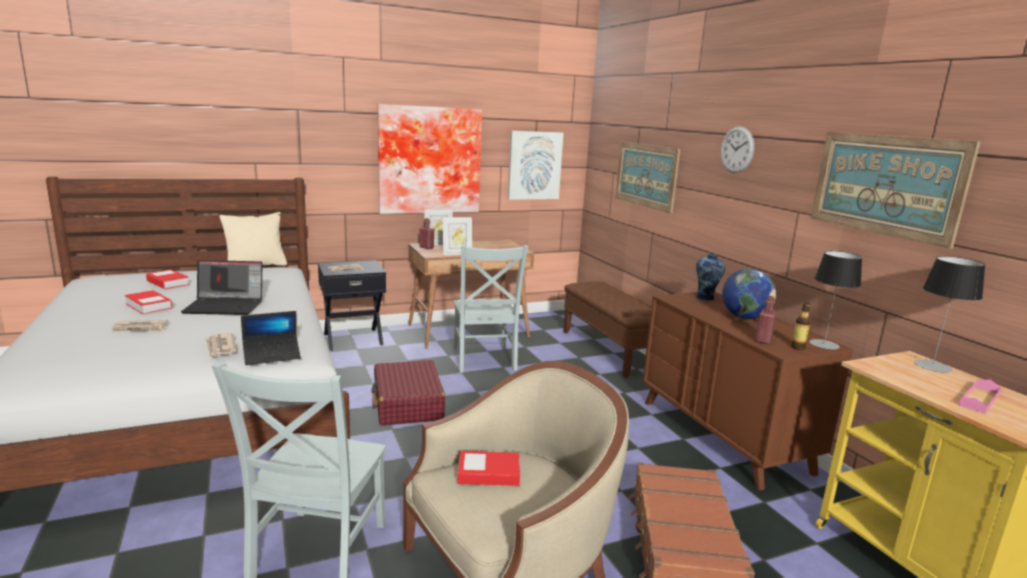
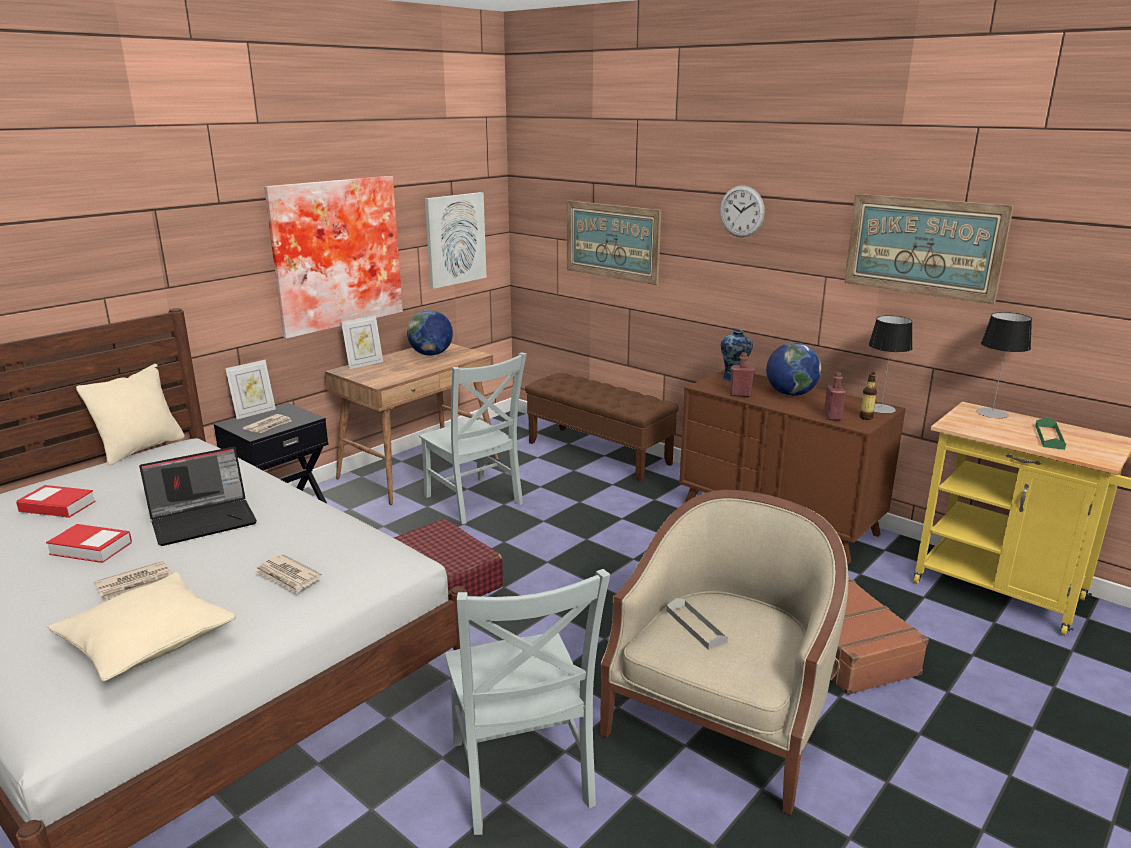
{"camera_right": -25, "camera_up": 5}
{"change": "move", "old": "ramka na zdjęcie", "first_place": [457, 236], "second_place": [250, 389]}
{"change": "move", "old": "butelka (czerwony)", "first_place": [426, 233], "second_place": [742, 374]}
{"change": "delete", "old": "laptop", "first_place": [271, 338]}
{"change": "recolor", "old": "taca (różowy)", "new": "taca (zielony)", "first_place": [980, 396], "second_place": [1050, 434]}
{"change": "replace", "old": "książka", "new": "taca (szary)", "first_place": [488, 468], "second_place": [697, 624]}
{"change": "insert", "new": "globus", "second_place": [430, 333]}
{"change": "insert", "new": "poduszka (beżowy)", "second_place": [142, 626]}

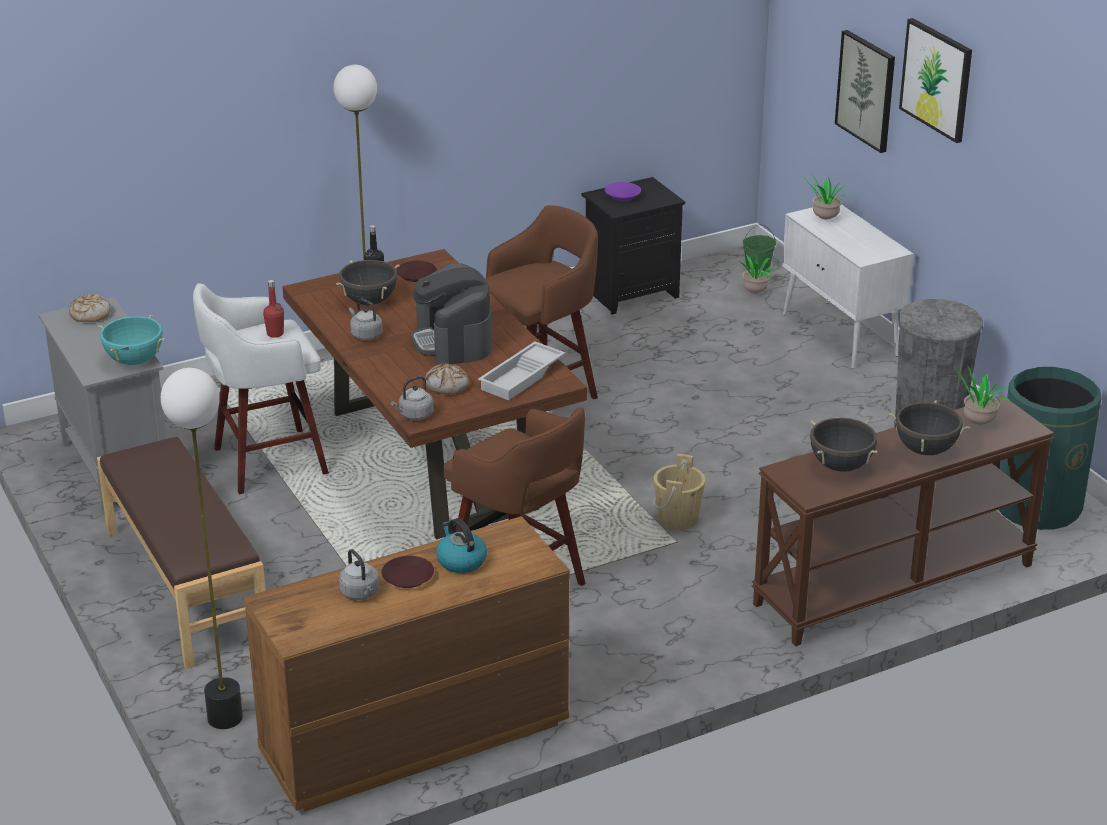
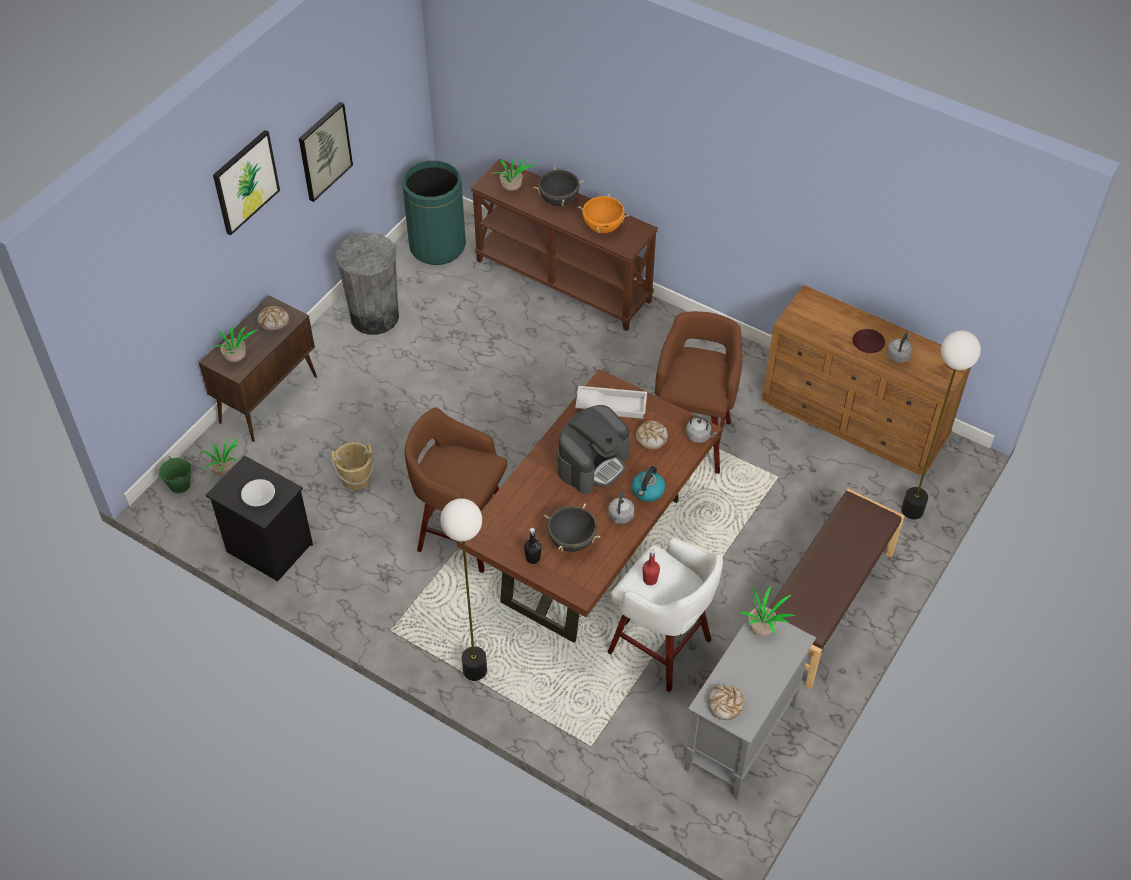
{"camera_right": -120, "camera_up": 20}
{"change": "move", "old": "obraz", "first_place": [865, 91], "second_place": [326, 152]}
{"change": "recolor", "old": "miska (fioletowy)", "new": "miska (biały)", "first_place": [622, 192], "second_place": [258, 492]}
{"change": "recolor", "old": "szafka (biały)", "new": "szafka (brązowy)", "first_place": [848, 286], "second_place": [258, 368]}
{"change": "delete", "old": "talerz (brązowy)", "first_place": [416, 271]}
{"change": "replace", "old": "garnek (turkusowy)", "new": "roślina doniczkowa", "first_place": [131, 340], "second_place": [768, 610]}
{"change": "recolor", "old": "garnek (czarny)", "new": "garnek (pomarańczowy)", "first_place": [844, 444], "second_place": [603, 213]}
{"change": "move", "old": "wiadro (beżowy)", "first_place": [679, 492], "second_place": [352, 466]}
{"change": "move", "old": "czajnik", "first_place": [461, 545], "second_place": [648, 484]}
{"change": "insert", "new": "chleb", "second_place": [273, 318]}

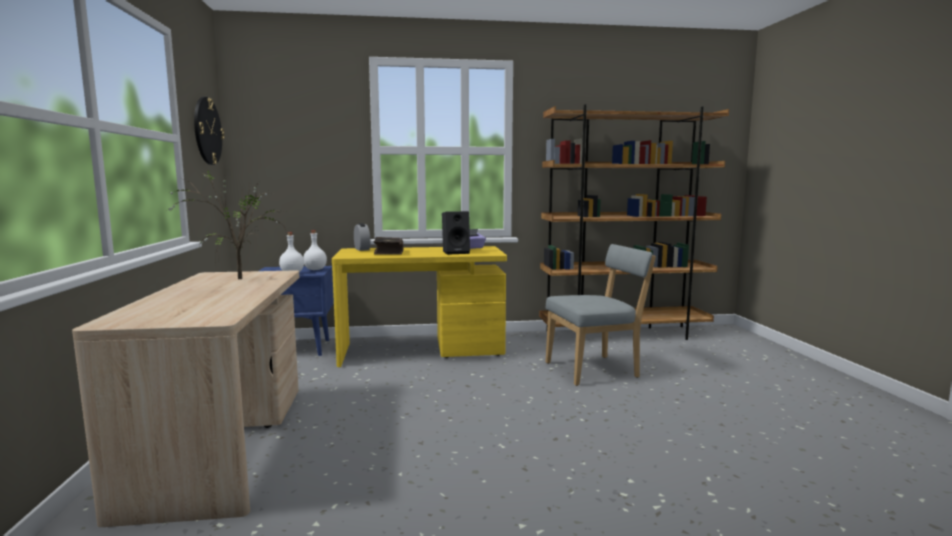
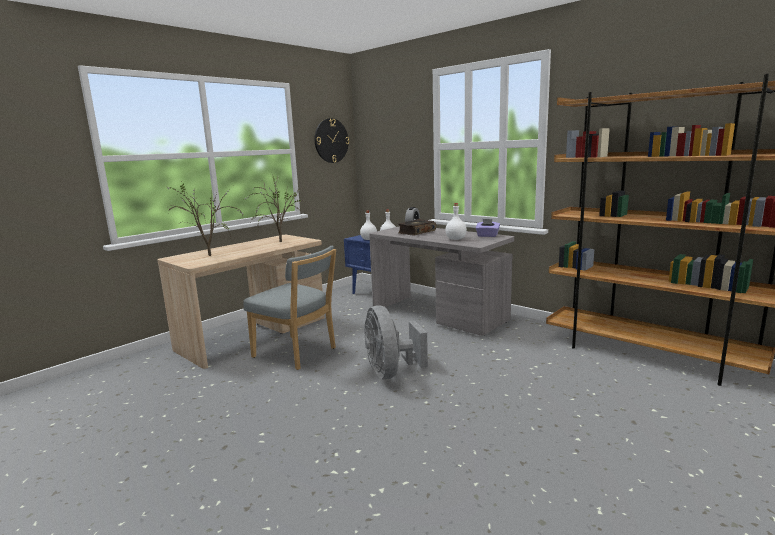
{"camera_right": 50, "camera_up": 5}
{"change": "replace", "old": "głośnik (czarny)", "new": "butelka (biały)", "first_place": [456, 233], "second_place": [456, 221]}
{"change": "move", "old": "krzesło (szary)", "first_place": [601, 315], "second_place": [289, 308]}
{"change": "recolor", "old": "biurko (żółty)", "new": "biurko (szary)", "first_place": [419, 306], "second_place": [441, 281]}
{"change": "insert", "new": "roślina doniczkowa", "second_place": [204, 218]}
{"change": "insert", "new": "wentylator (szary)", "second_place": [396, 342]}

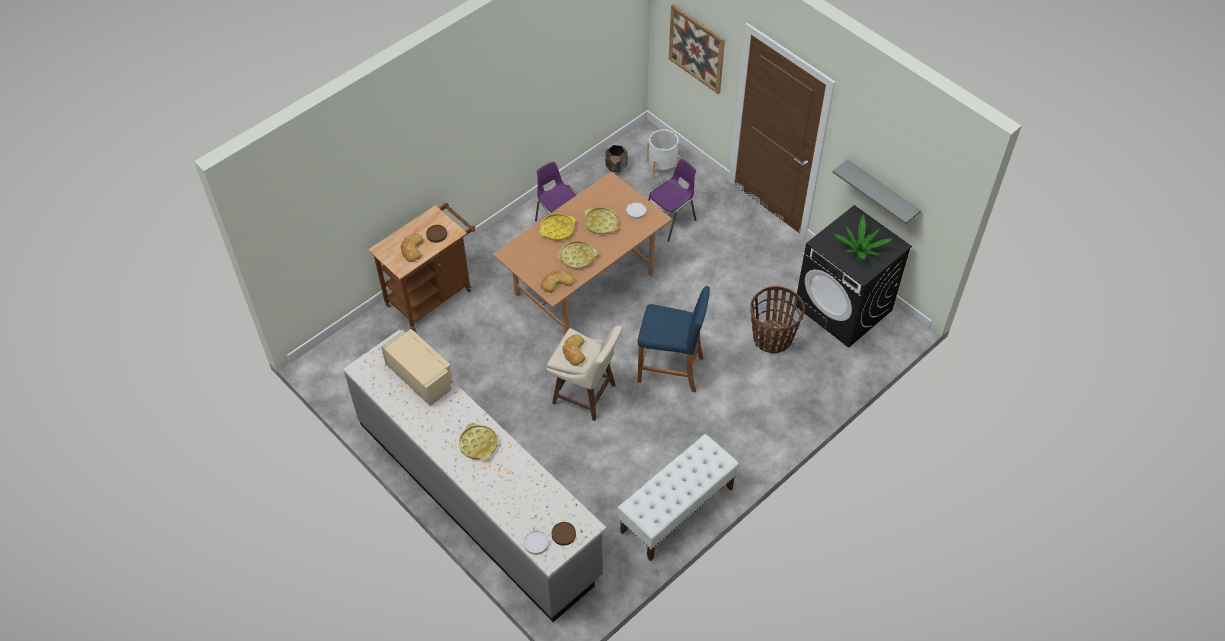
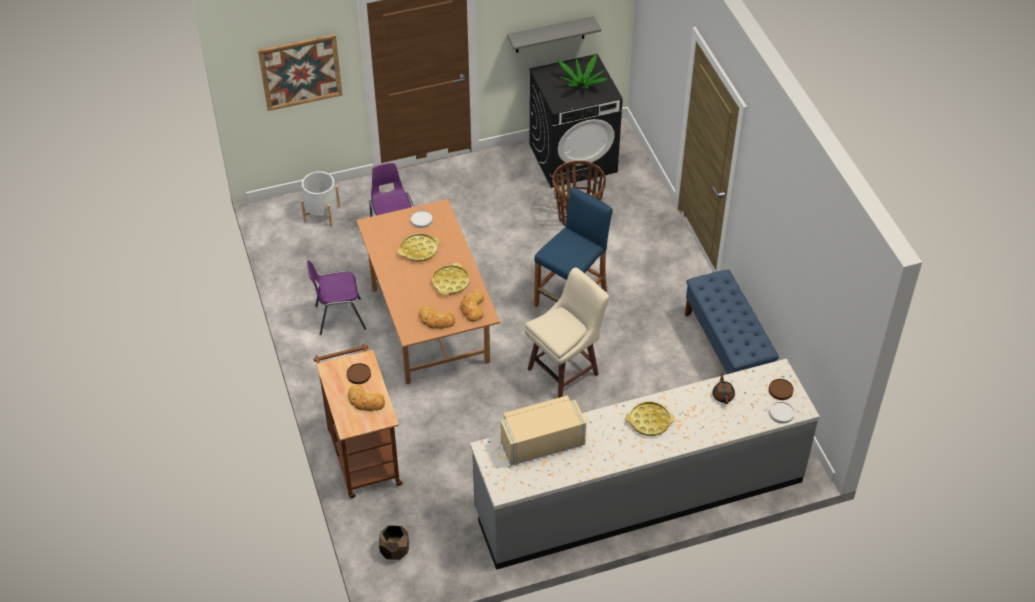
{"camera_right": -65, "camera_up": -5}
{"change": "move", "old": "donica (brązowy)", "first_place": [616, 159], "second_place": [394, 542]}
{"change": "delete", "old": "taca (żółty)", "first_place": [557, 227]}
{"change": "move", "old": "chleb", "first_place": [574, 350], "second_place": [437, 317]}
{"change": "recolor", "old": "ławka (biały)", "new": "ławka (niebieski)", "first_place": [678, 497], "second_place": [732, 321]}
{"change": "insert", "new": "imbryk (brązowy)", "second_place": [724, 388]}

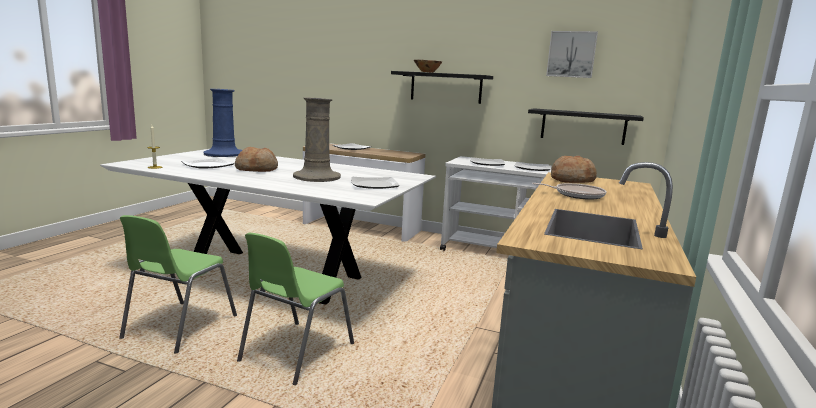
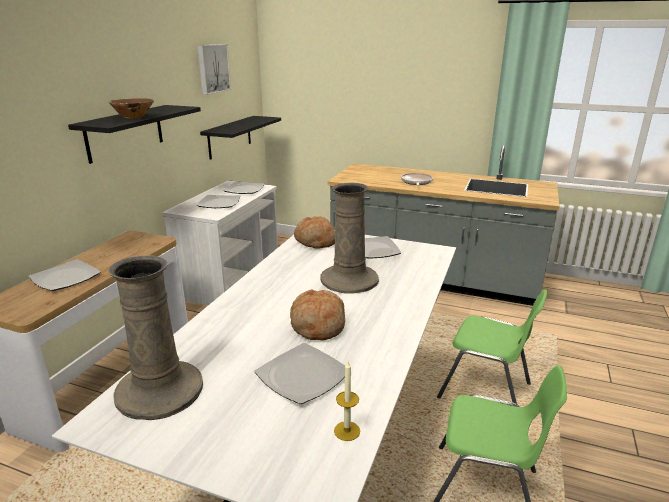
{"camera_right": -90, "camera_up": 10}
{"change": "recolor", "old": "wazon (niebieski)", "new": "wazon (beżowy)", "first_place": [222, 123], "second_place": [155, 337]}
{"change": "move", "old": "chleb", "first_place": [574, 169], "second_place": [314, 232]}

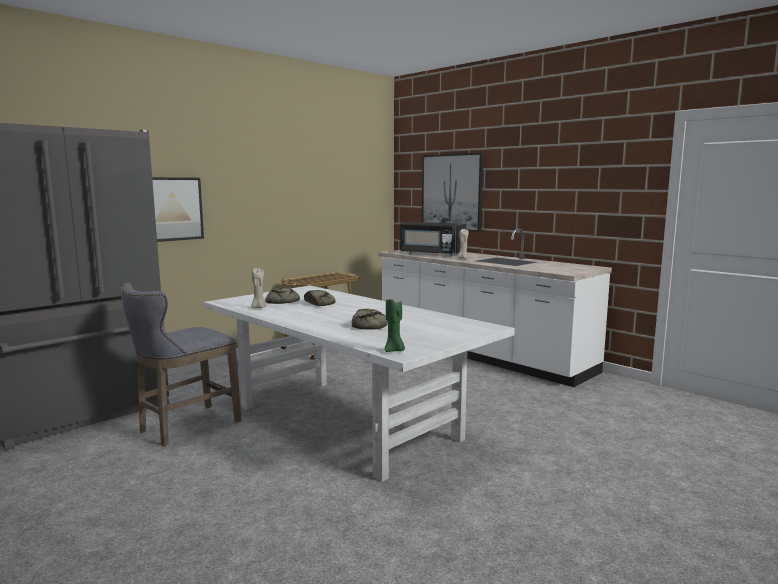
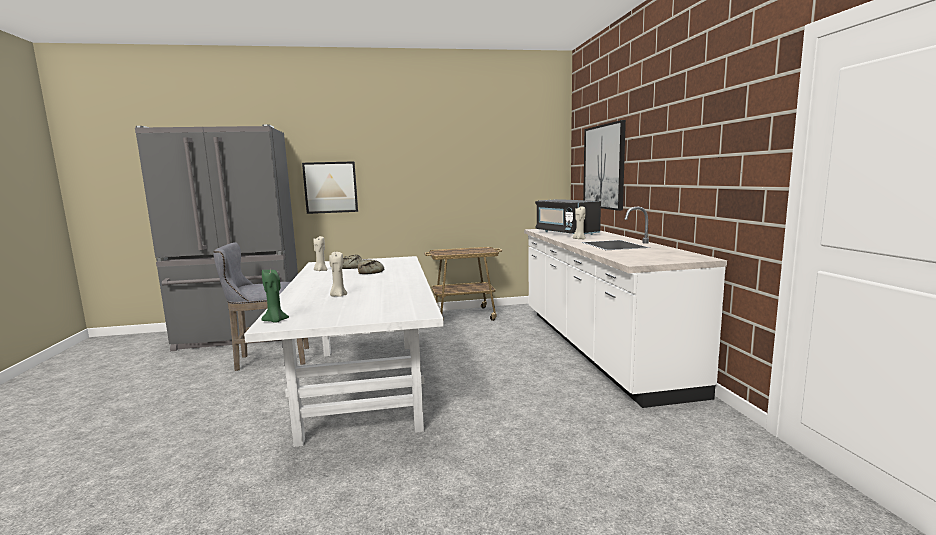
{"camera_right": 35, "camera_up": 0}
{"change": "replace", "old": "chleb", "new": "świeca (beżowy)", "first_place": [370, 319], "second_place": [338, 274]}

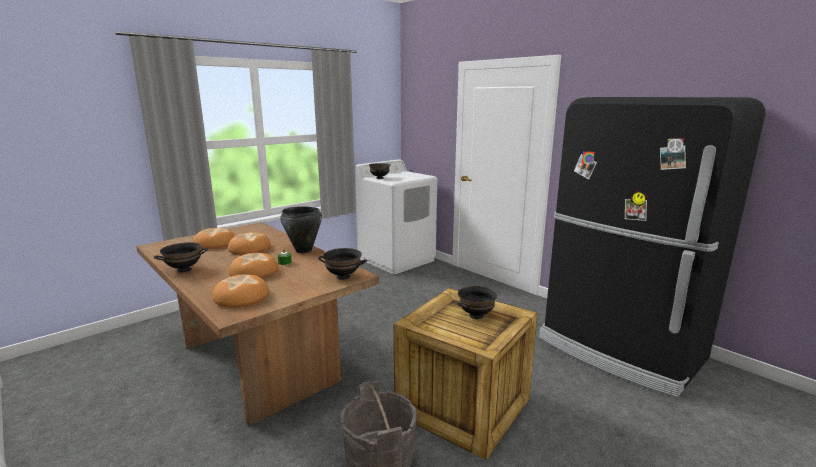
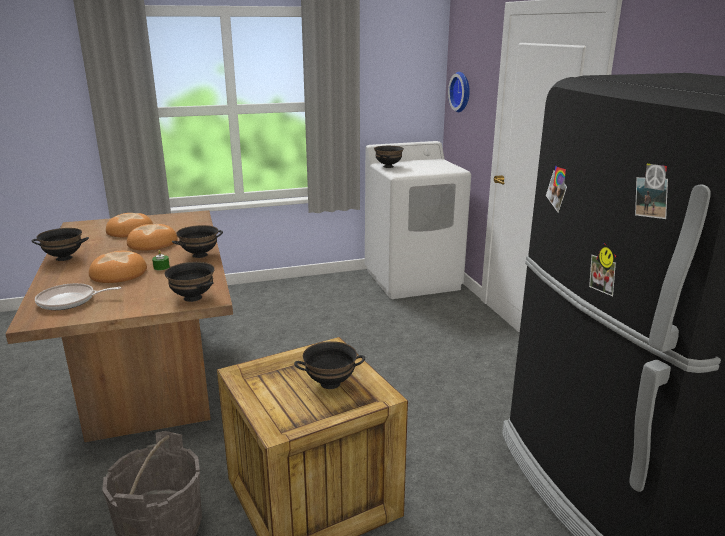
{"camera_right": 25, "camera_up": 5}
{"change": "replace", "old": "garnek (czarny)", "new": "miska (czarny)", "first_place": [301, 229], "second_place": [197, 241]}
{"change": "replace", "old": "chleb", "new": "patelnia", "first_place": [241, 291], "second_place": [78, 296]}
{"change": "insert", "new": "zegar ścienny", "second_place": [459, 92]}

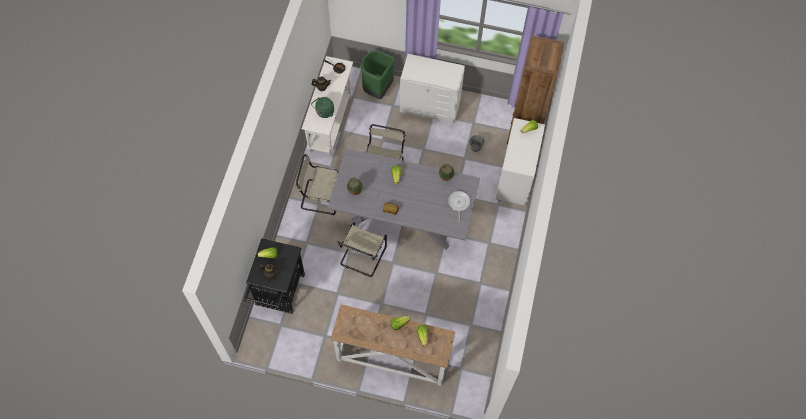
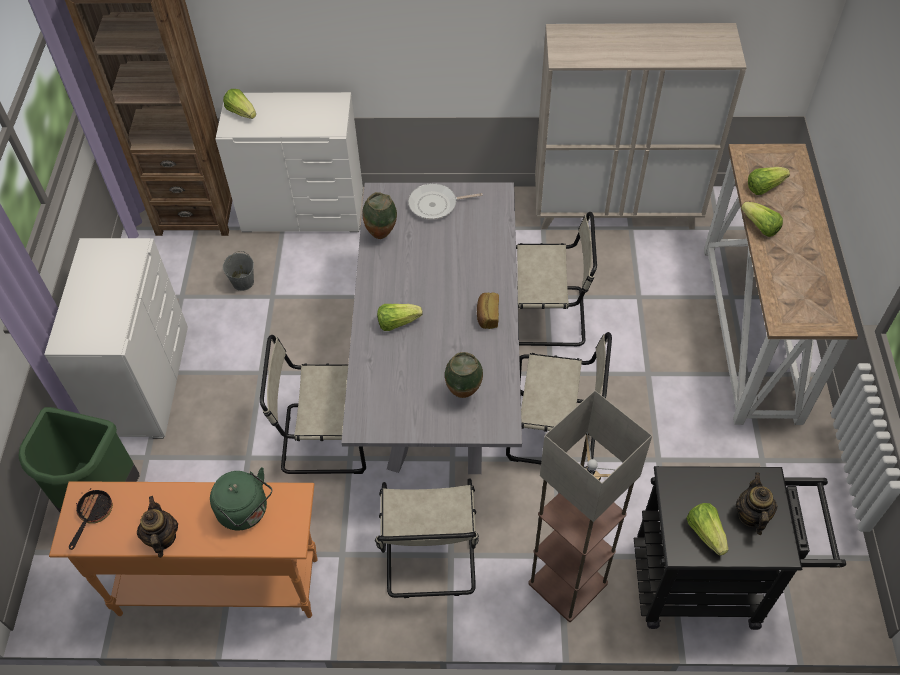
{"camera_right": -100, "camera_up": -10}
{"change": "recolor", "old": "stolik konsolowy (biały)", "new": "stolik konsolowy (pomarańczowy)", "first_place": [327, 107], "second_place": [183, 549]}
{"change": "insert", "new": "szafka (beżowy)", "second_place": [641, 126]}
{"change": "insert", "new": "krzesło (beżowy)", "second_place": [556, 279]}
{"change": "insert", "new": "lampa stojąca", "second_place": [590, 506]}

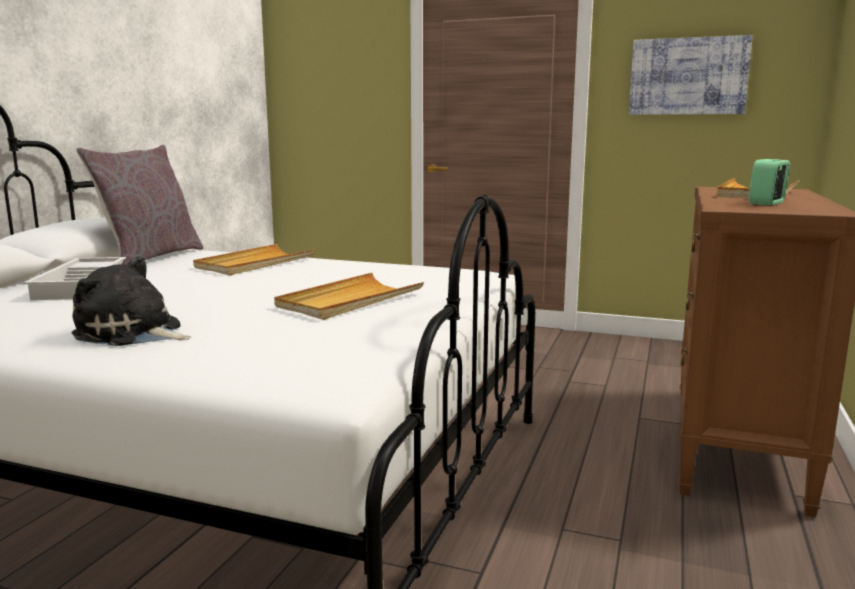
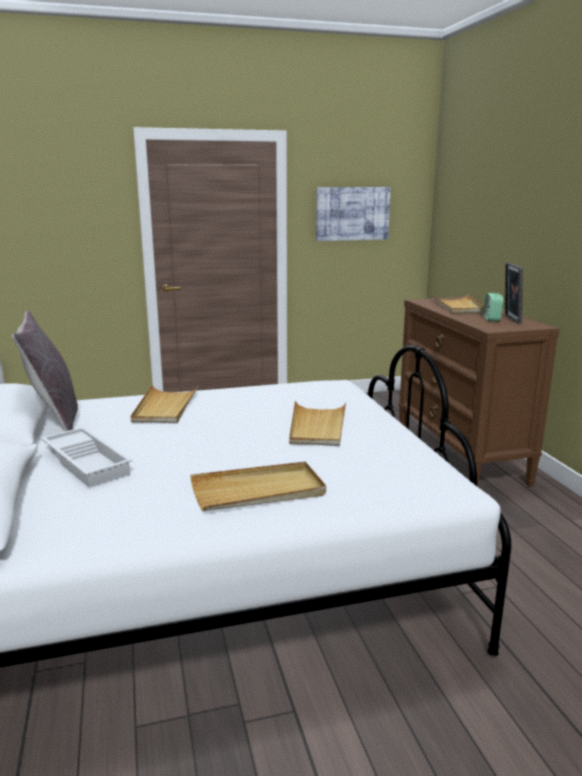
{"camera_right": -35, "camera_up": 5}
{"change": "replace", "old": "pluszak", "new": "taca (beżowy)", "first_place": [131, 301], "second_place": [258, 486]}
{"change": "insert", "new": "ramka na zdjęcie", "second_place": [514, 293]}

